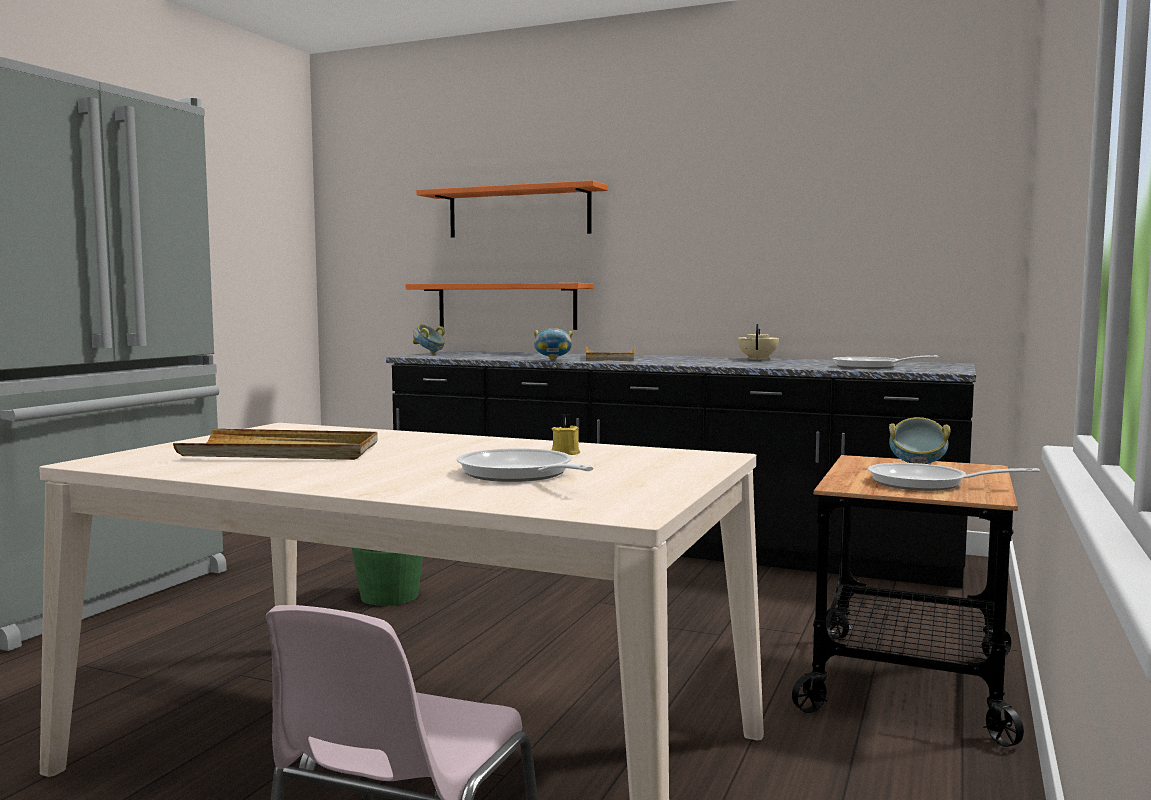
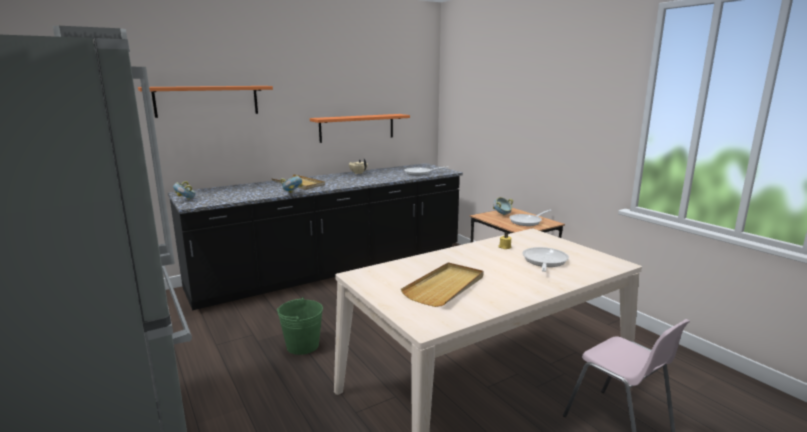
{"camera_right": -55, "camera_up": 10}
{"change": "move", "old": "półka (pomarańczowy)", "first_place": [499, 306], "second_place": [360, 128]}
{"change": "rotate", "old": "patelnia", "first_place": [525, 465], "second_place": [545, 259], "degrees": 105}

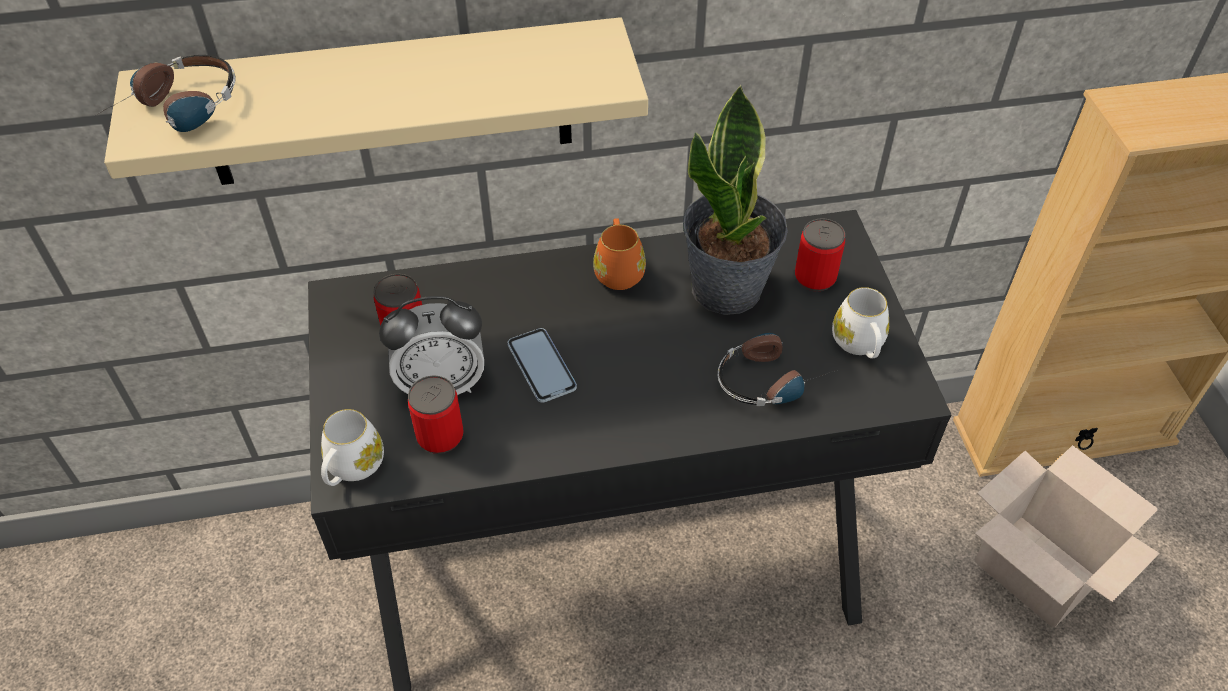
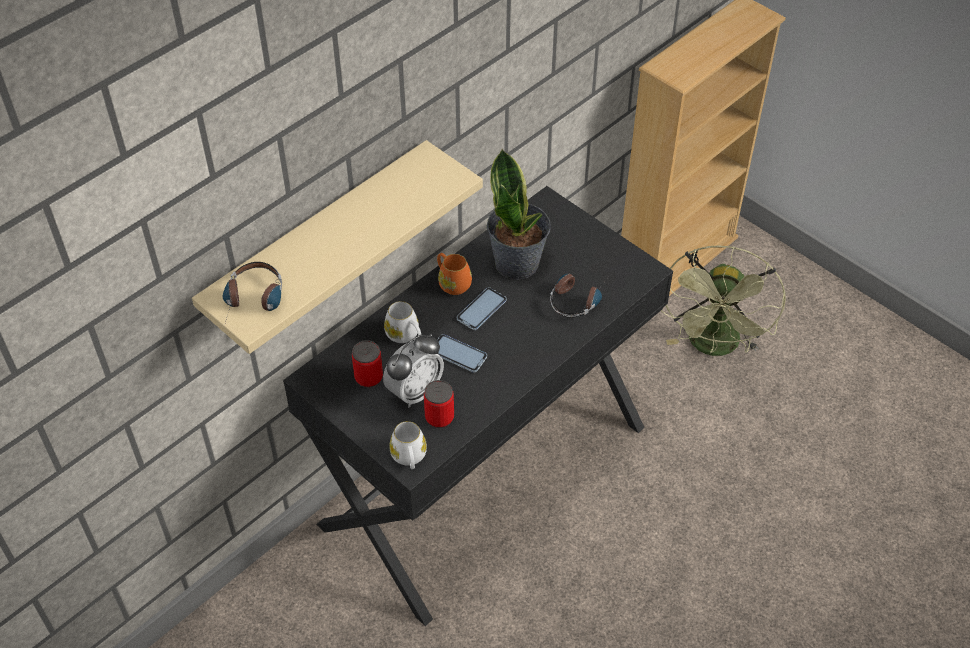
{"camera_right": -35, "camera_up": 0}
{"change": "delete", "old": "puszka", "first_place": [820, 254]}
{"change": "move", "old": "kubek (biały)", "first_place": [860, 323], "second_place": [402, 322]}
{"change": "replace", "old": "karton", "new": "wentylator (zielony)", "first_place": [1067, 536], "second_place": [723, 300]}
{"change": "insert", "new": "telefon", "second_place": [482, 308]}

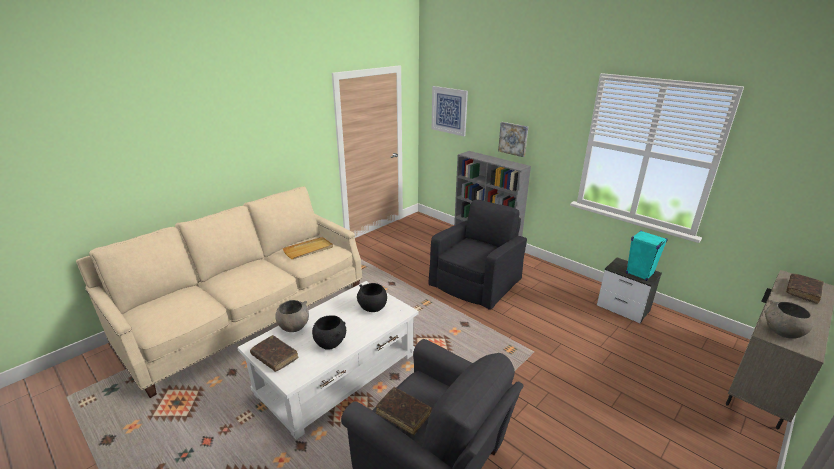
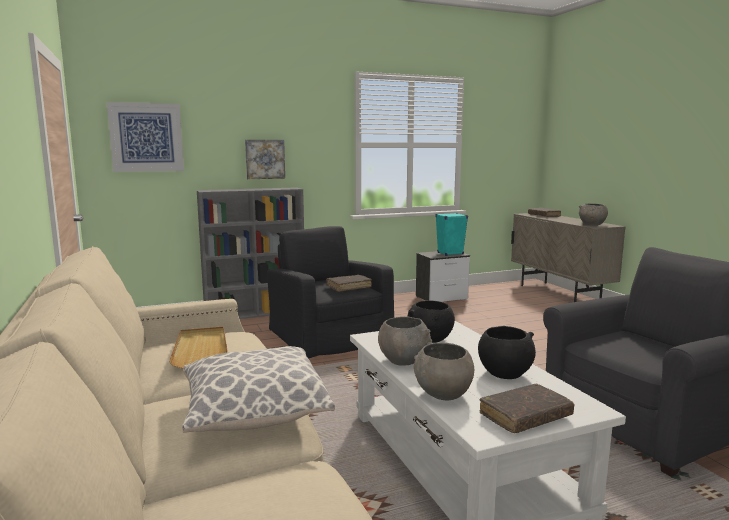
{"camera_right": -65, "camera_up": -15}
{"change": "move", "old": "książka (brązowy)", "first_place": [404, 411], "second_place": [349, 283]}
{"change": "insert", "new": "miska (szary)", "second_place": [405, 341]}
{"change": "insert", "new": "poduszka", "second_place": [258, 389]}

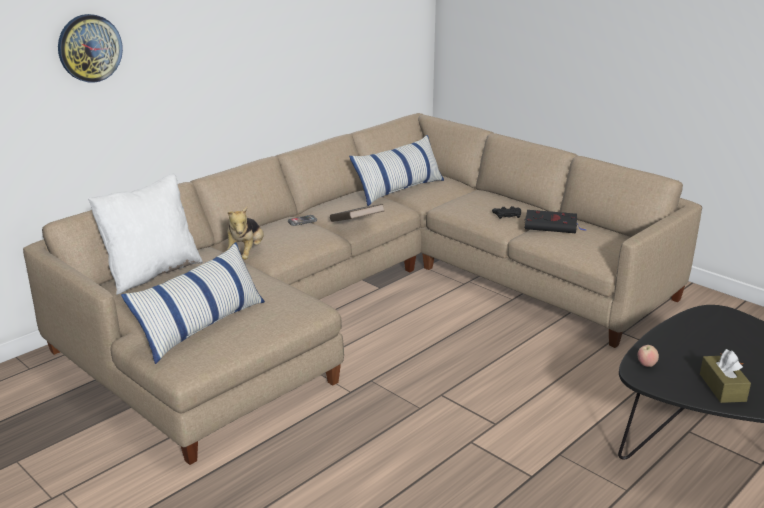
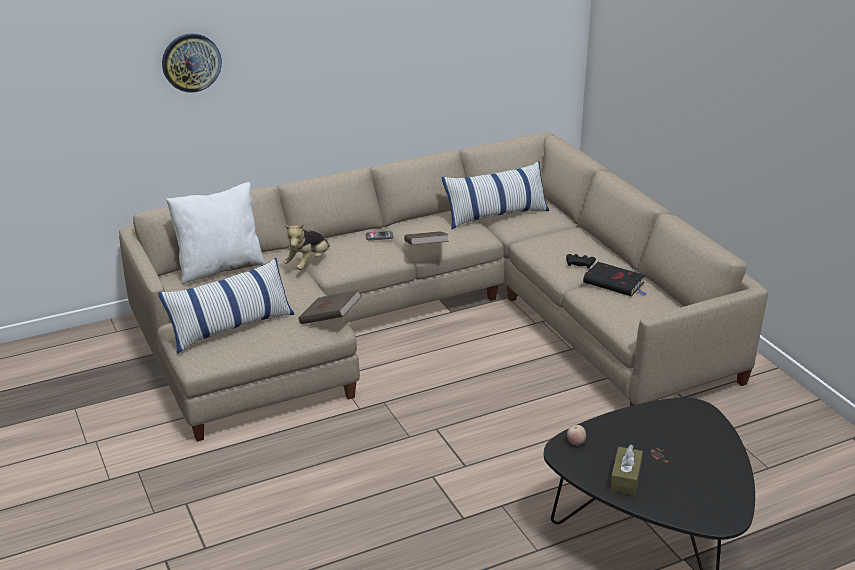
{"camera_right": 20, "camera_up": 5}
{"change": "insert", "new": "książka (brązowy)", "second_place": [330, 307]}

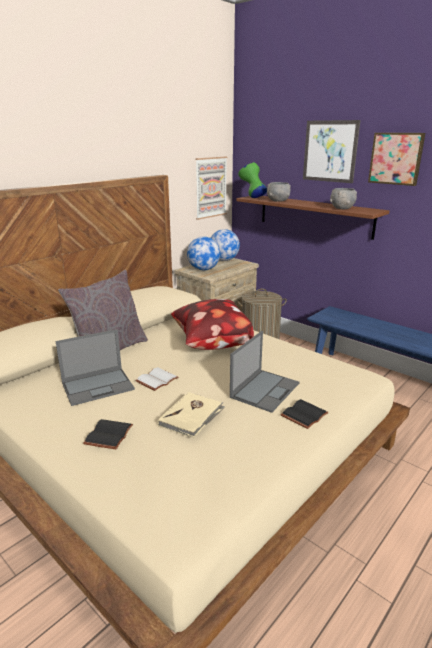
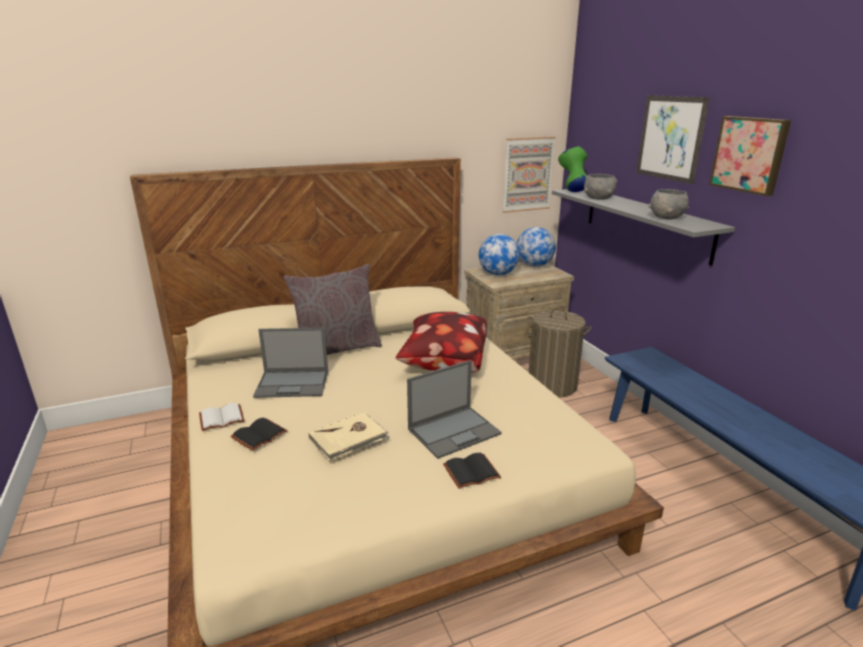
{"camera_right": 25, "camera_up": 0}
{"change": "recolor", "old": "półka (brązowy)", "new": "półka (szary)", "first_place": [312, 218], "second_place": [643, 227]}
{"change": "move", "old": "książka (biały)", "first_place": [157, 379], "second_place": [221, 417]}

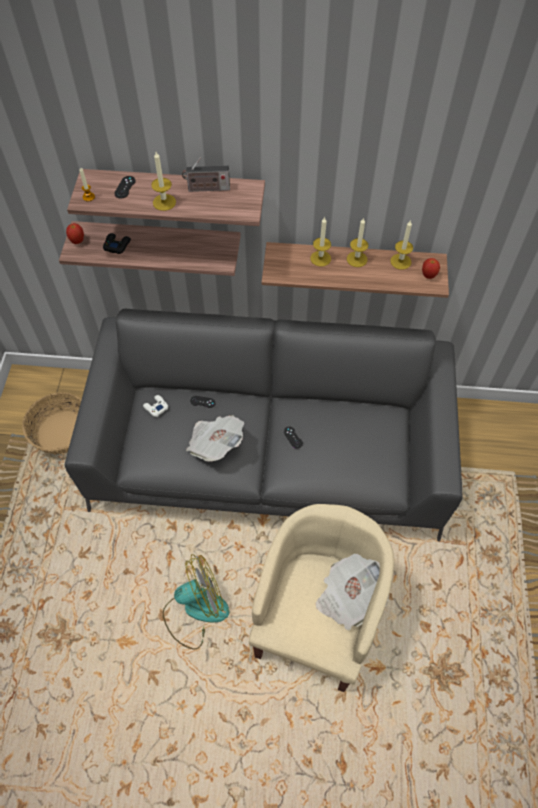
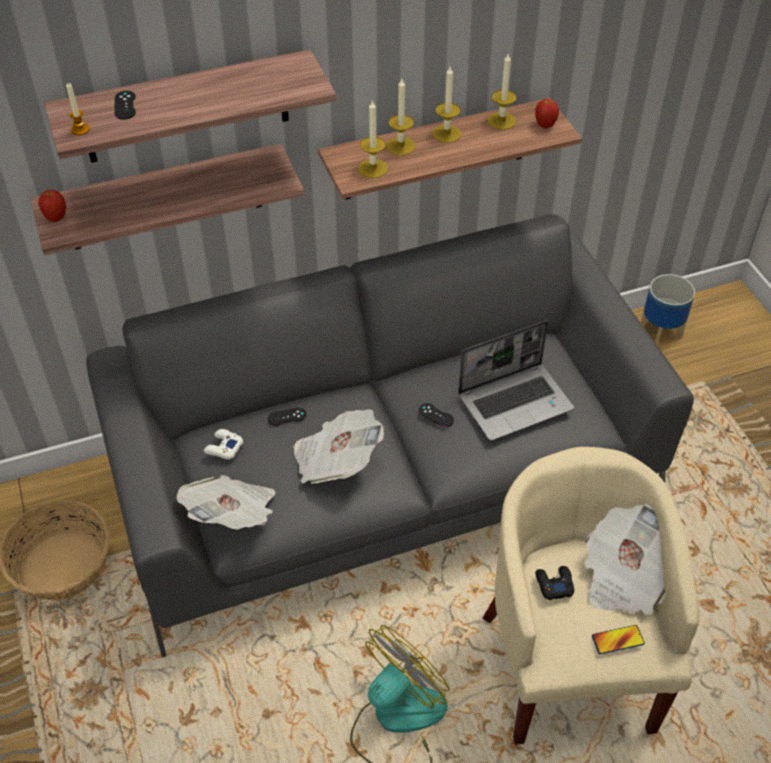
{"camera_right": -25, "camera_up": -10}
{"change": "move", "old": "świeca", "first_place": [163, 181], "second_place": [373, 138]}
{"change": "delete", "old": "radio", "first_place": [206, 174]}
{"change": "move", "old": "pad do gier (czarny)", "first_place": [117, 243], "second_place": [554, 583]}
{"change": "insert", "new": "donica", "second_place": [668, 310]}
{"change": "insert", "new": "laptop", "second_place": [516, 381]}
{"change": "insert", "new": "gazeta", "second_place": [226, 502]}
{"change": "insert", "new": "telefon", "second_place": [618, 639]}

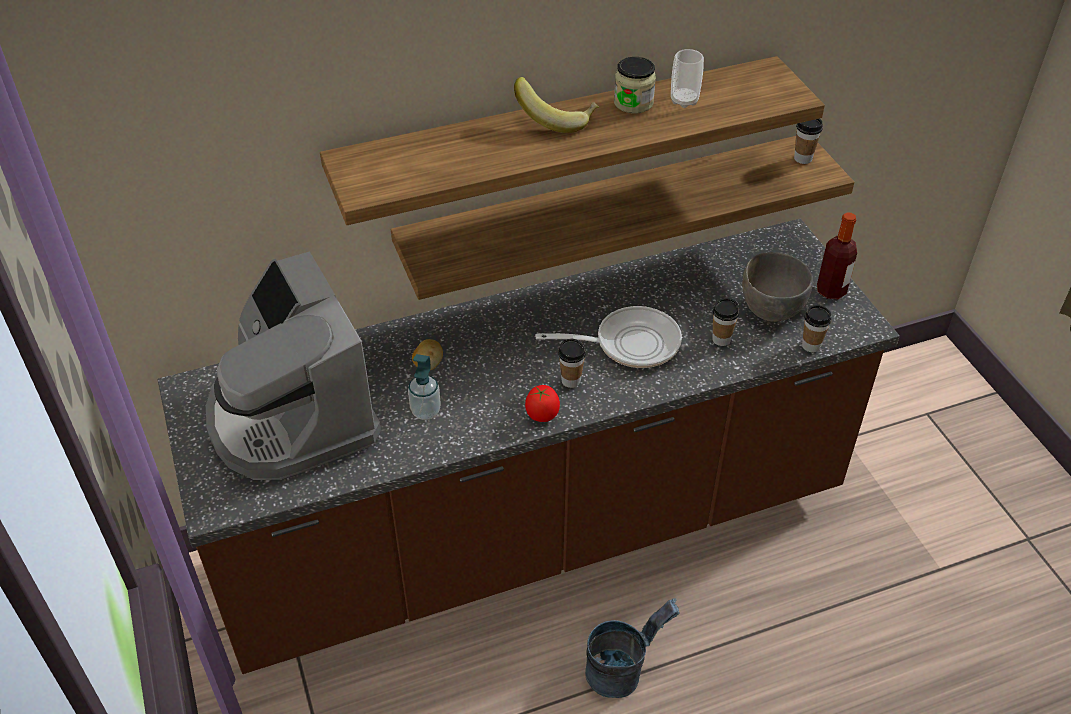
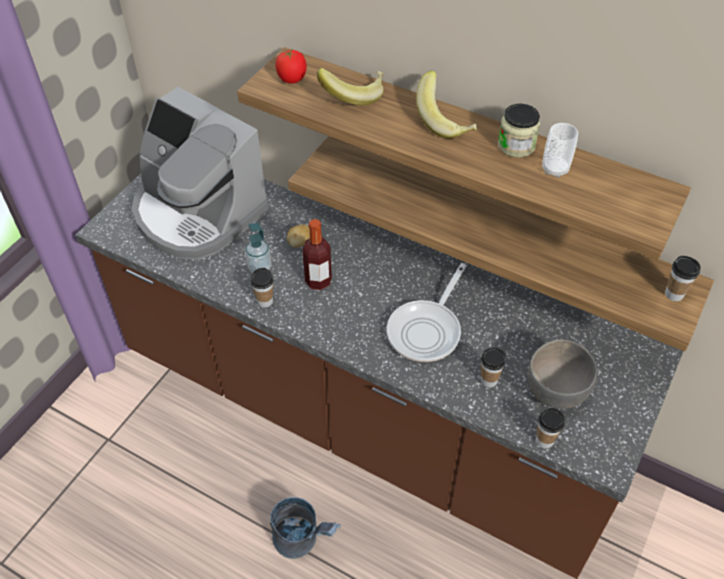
{"camera_right": 50, "camera_up": 5}
{"change": "move", "old": "butelka", "first_place": [837, 255], "second_place": [317, 254]}
{"change": "rotate", "old": "ekspres do kawy", "first_place": [293, 365], "second_place": [199, 173], "degrees": -75}
{"change": "rotate", "old": "patelnia", "first_place": [608, 337], "second_place": [427, 312], "degrees": 75}
{"change": "move", "old": "filiżanka", "first_place": [572, 363], "second_place": [262, 288]}
{"change": "move", "old": "pomidor", "first_place": [542, 403], "second_place": [291, 66]}
{"change": "insert", "new": "banan", "second_place": [350, 86]}

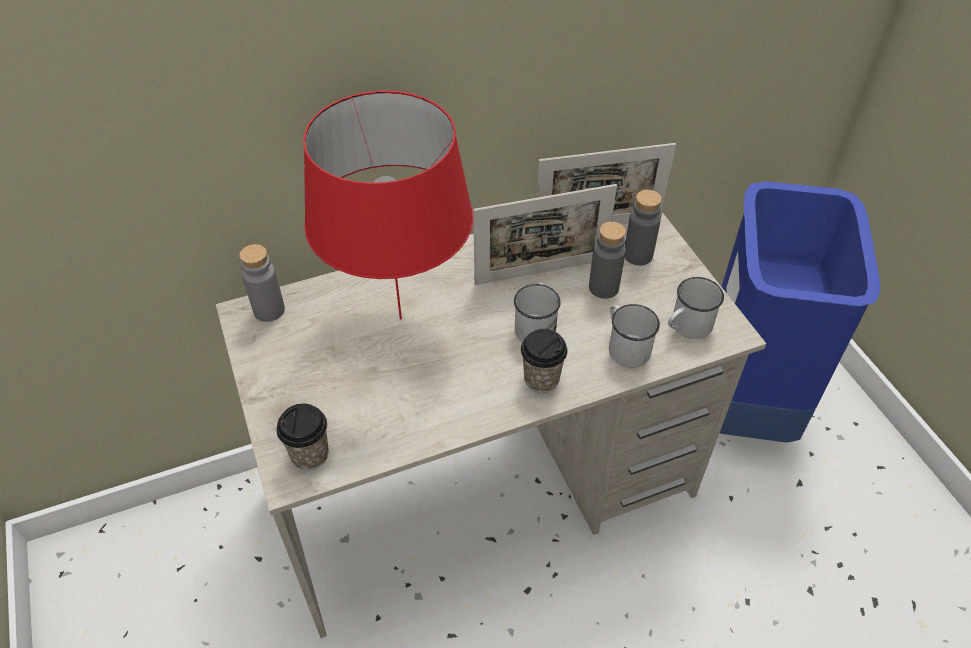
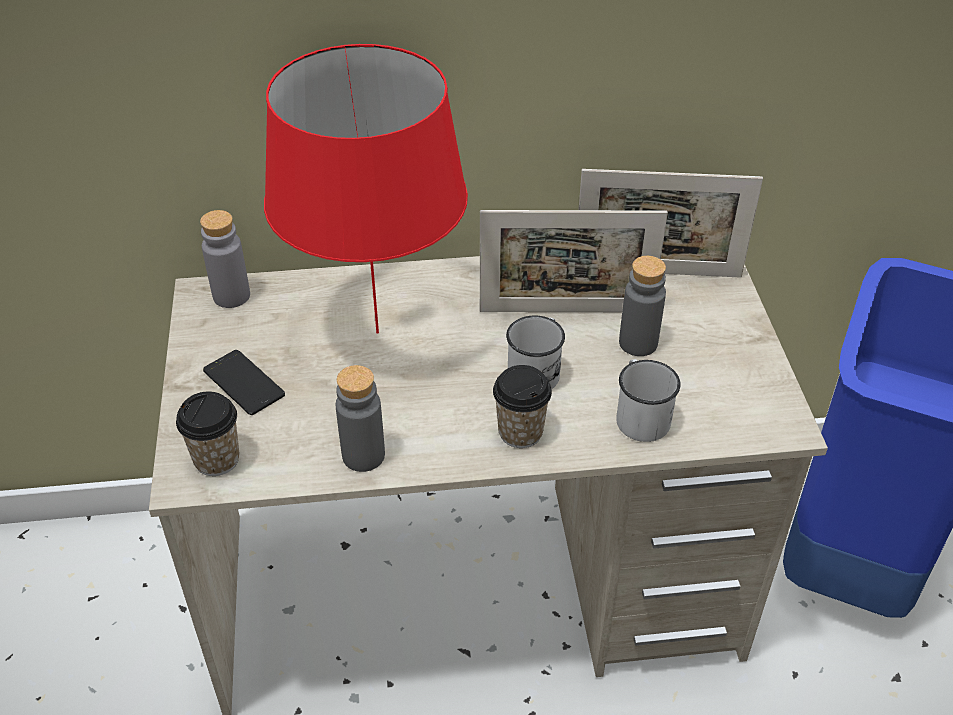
{"camera_right": 15, "camera_up": -5}
{"change": "move", "old": "butelka (szary)", "first_place": [643, 228], "second_place": [360, 418]}
{"change": "delete", "old": "kubek (biały)", "first_place": [696, 308]}
{"change": "insert", "new": "telefon", "second_place": [244, 382]}

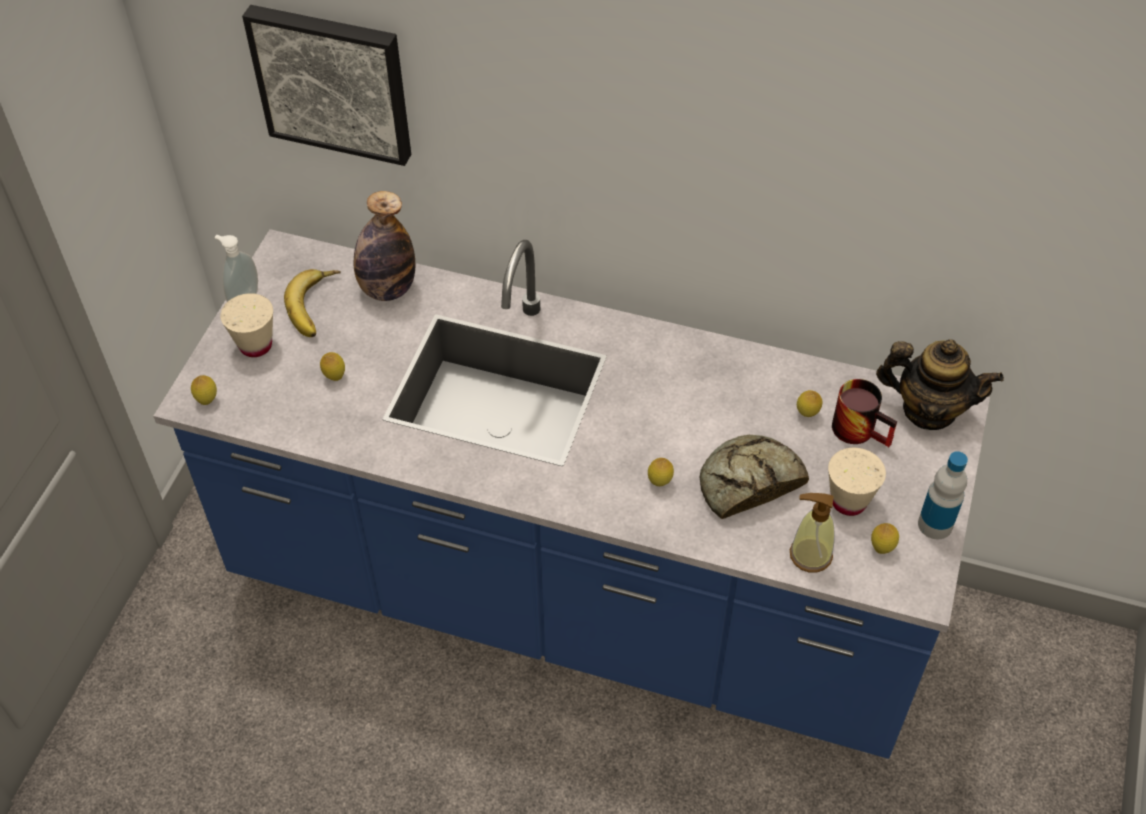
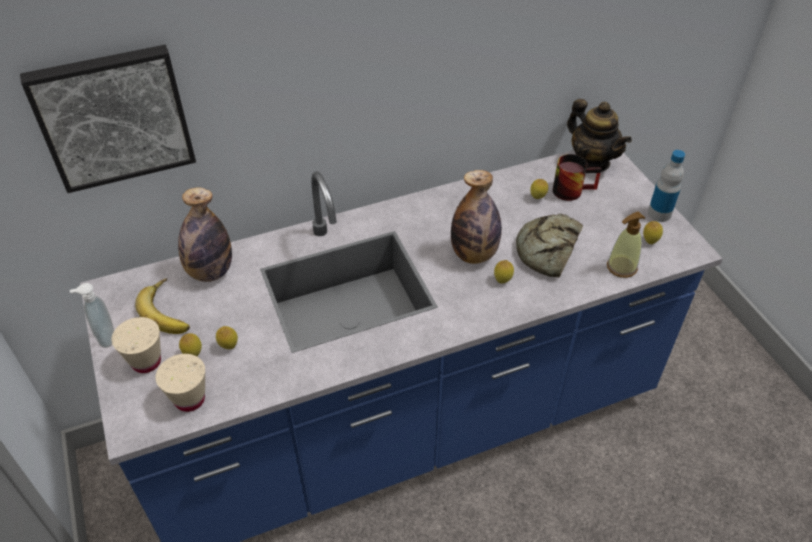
{"camera_right": -40, "camera_up": -5}
{"change": "rotate", "old": "imbryk", "first_place": [940, 384], "second_place": [599, 135], "degrees": 75}
{"change": "move", "old": "cytryna", "first_place": [204, 390], "second_place": [190, 344]}
{"change": "move", "old": "filiżanka (beżowy)", "first_place": [857, 482], "second_place": [180, 383]}
{"change": "insert", "new": "butelka", "second_place": [476, 217]}

